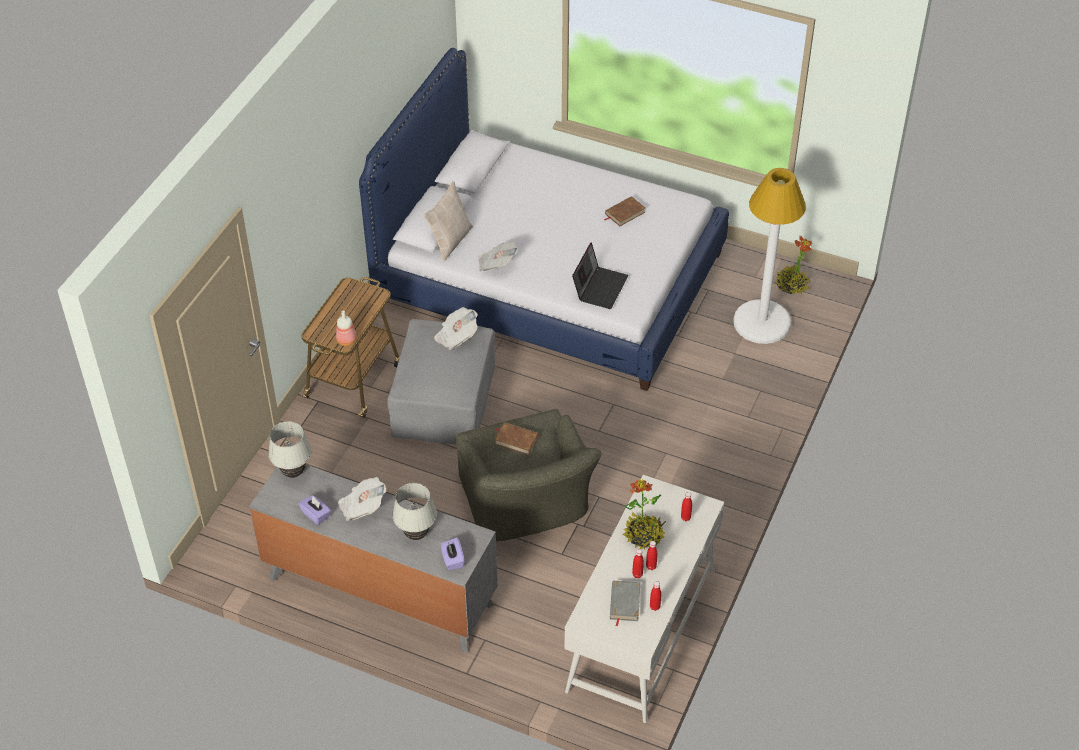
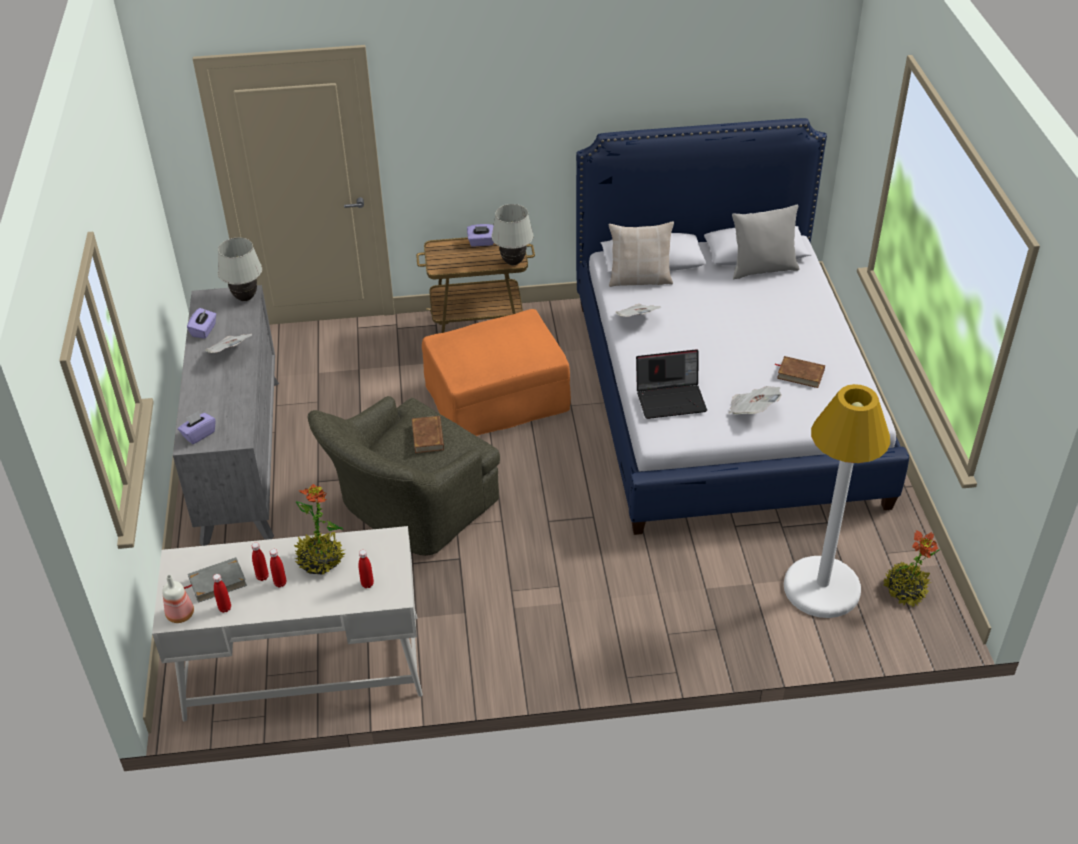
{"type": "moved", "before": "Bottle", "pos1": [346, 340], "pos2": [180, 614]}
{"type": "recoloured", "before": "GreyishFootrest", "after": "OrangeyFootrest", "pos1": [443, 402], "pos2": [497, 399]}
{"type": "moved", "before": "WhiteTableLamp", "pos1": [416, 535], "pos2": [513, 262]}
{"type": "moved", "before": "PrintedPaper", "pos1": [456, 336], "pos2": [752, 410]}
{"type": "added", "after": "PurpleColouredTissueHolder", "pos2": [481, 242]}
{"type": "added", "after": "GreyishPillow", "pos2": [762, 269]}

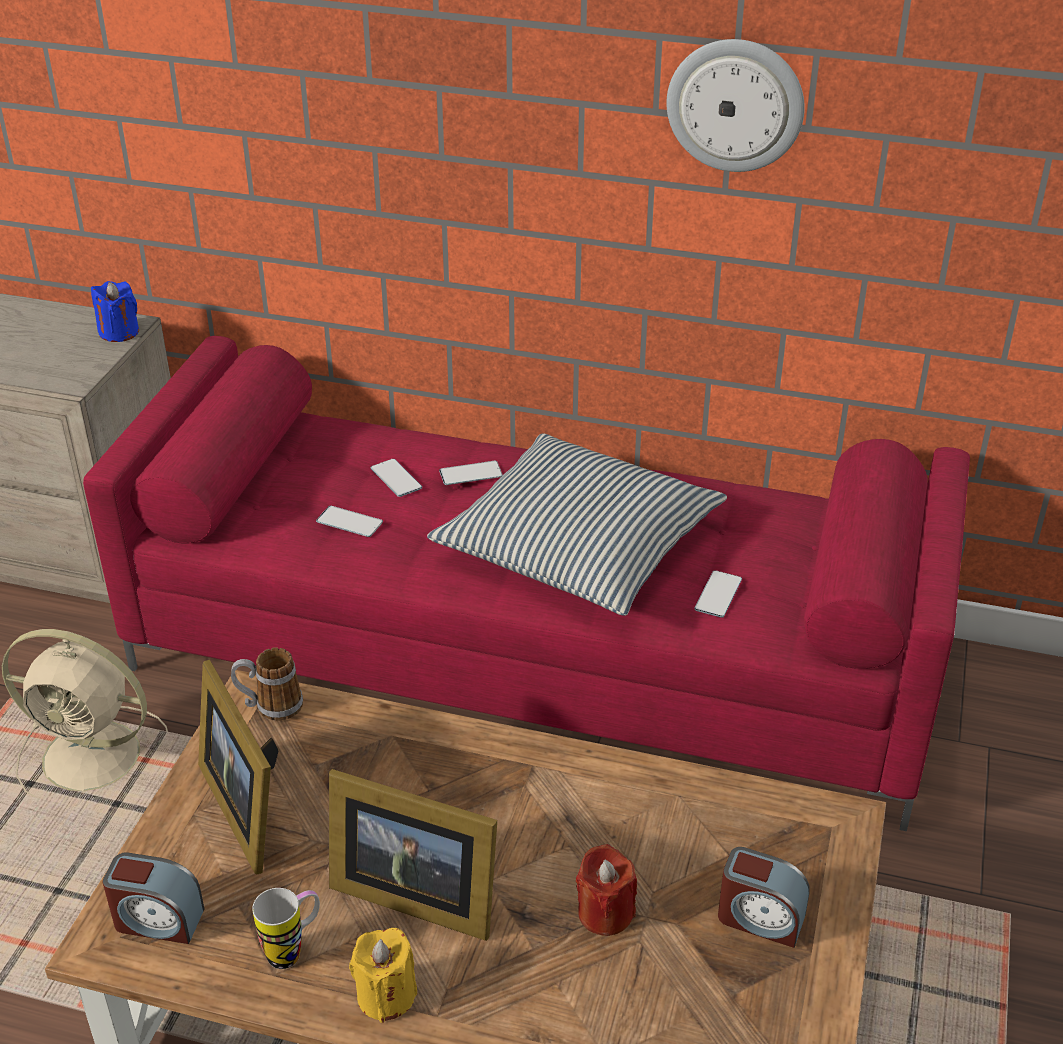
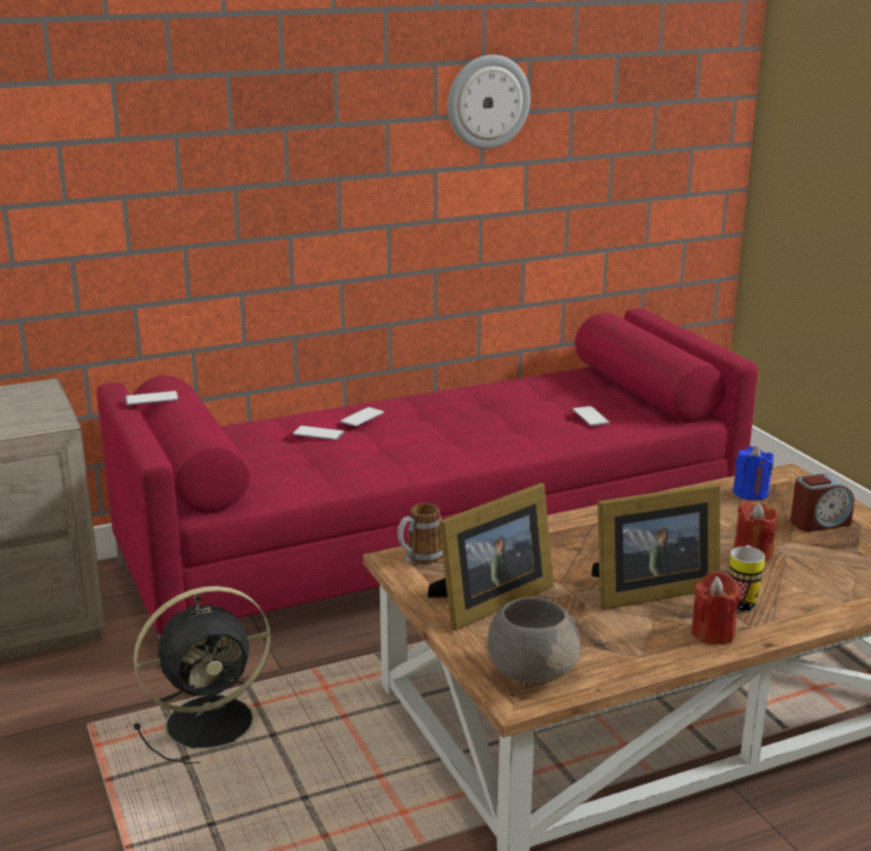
{"type": "recoloured", "before": "SandColouredElectricFan", "after": "BlackElectricFan", "pos1": [96, 757], "pos2": [214, 722]}
{"type": "moved", "before": "BlueWaxCandle", "pos1": [119, 332], "pos2": [750, 493]}
{"type": "replaced", "before": "AlarmClock", "after": "GreyishDeepDish", "pos1": [158, 920], "pos2": [531, 670]}
{"type": "turned", "before": "PictureFrame", "pos1": [248, 805], "pos2": [488, 602], "turn": -60}
{"type": "moved", "before": "TeaMug", "pos1": [293, 950], "pos2": [742, 601]}
{"type": "moved", "before": "Telephone", "pos1": [349, 522], "pos2": [151, 398]}
{"type": "recoloured", "before": "YellowishWaxCandle", "after": "RedWaxCandle", "pos1": [386, 995], "pos2": [713, 633]}
{"type": "removed", "before": "Pillow", "pos1": [578, 544]}

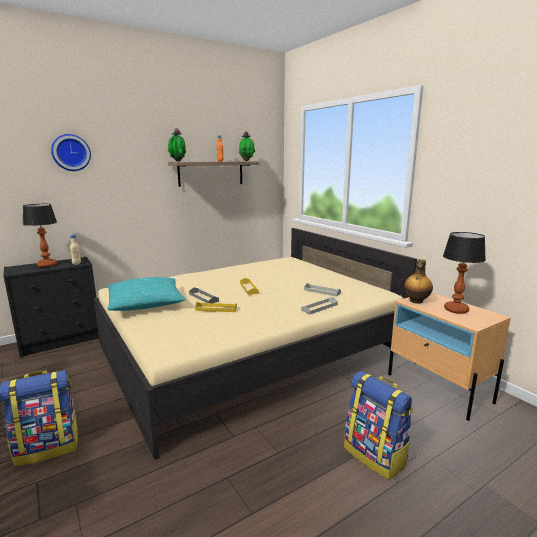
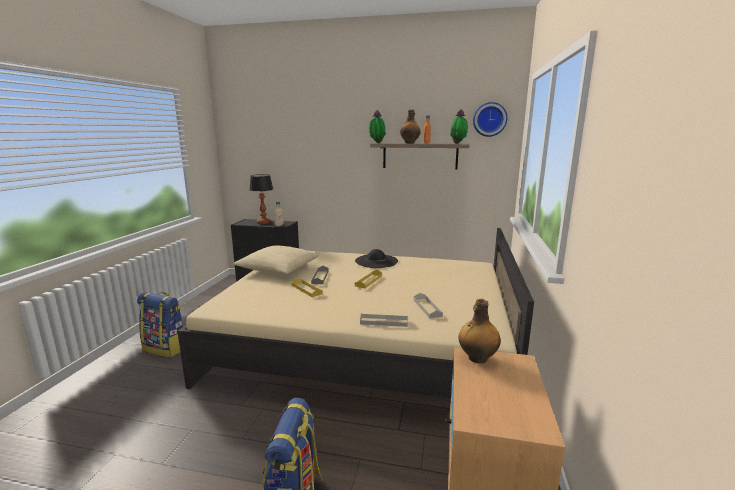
{"type": "moved", "before": "ClockOnTheWall", "pos1": [71, 152], "pos2": [489, 119]}
{"type": "recoloured", "before": "TurquoiseColouredPillow", "after": "SandColouredPillow", "pos1": [146, 304], "pos2": [279, 269]}
{"type": "removed", "before": "TableLamp", "pos1": [456, 310]}
{"type": "added", "after": "BlackWearableHat", "pos2": [376, 261]}
{"type": "added", "after": "Bottle", "pos2": [410, 143]}

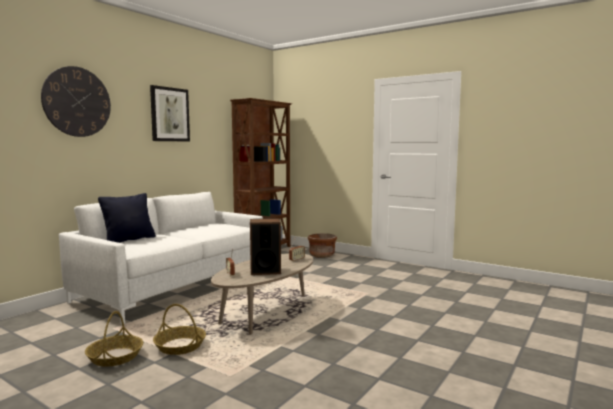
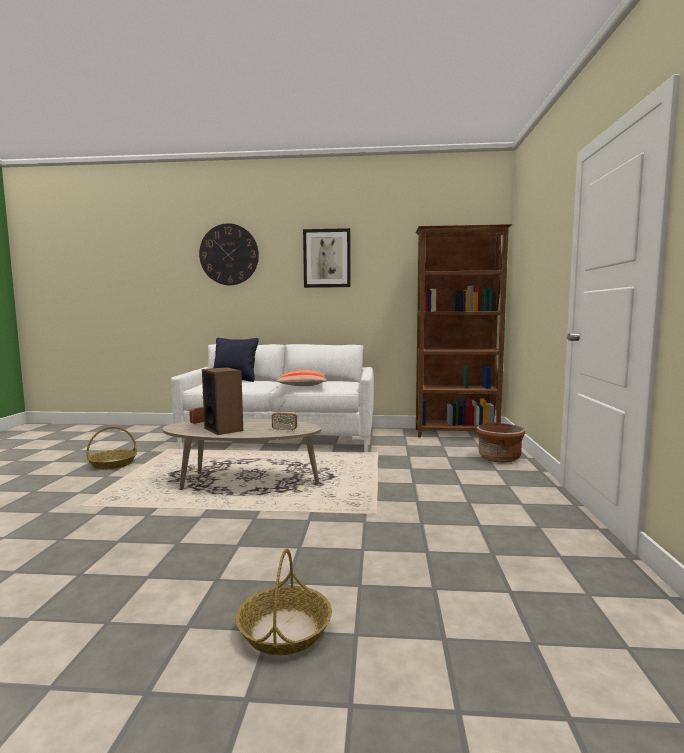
{"type": "moved", "before": "Basket", "pos1": [180, 346], "pos2": [285, 631]}
{"type": "added", "after": "Pillow", "pos2": [302, 385]}

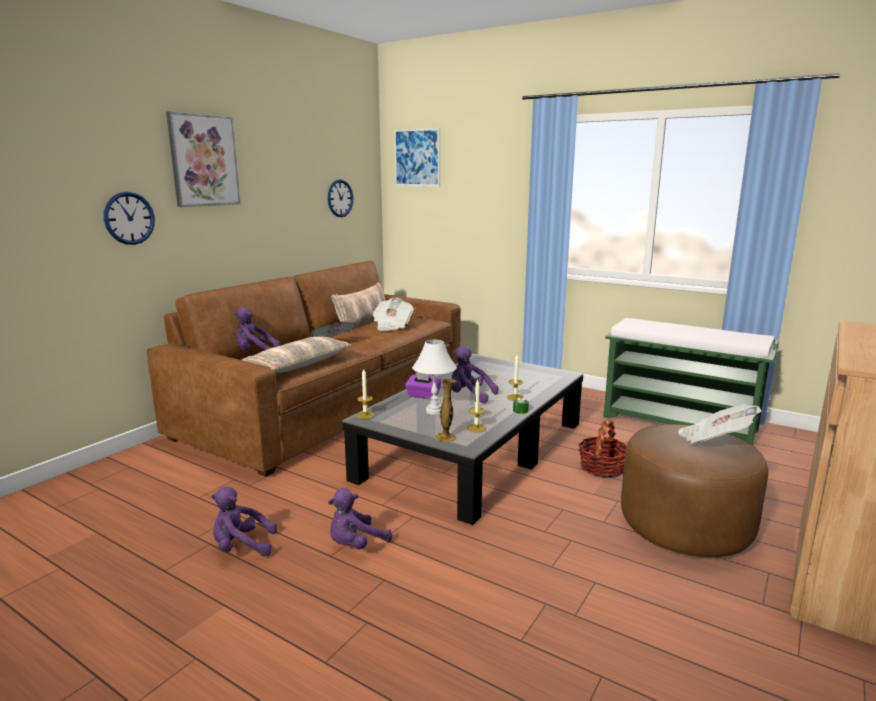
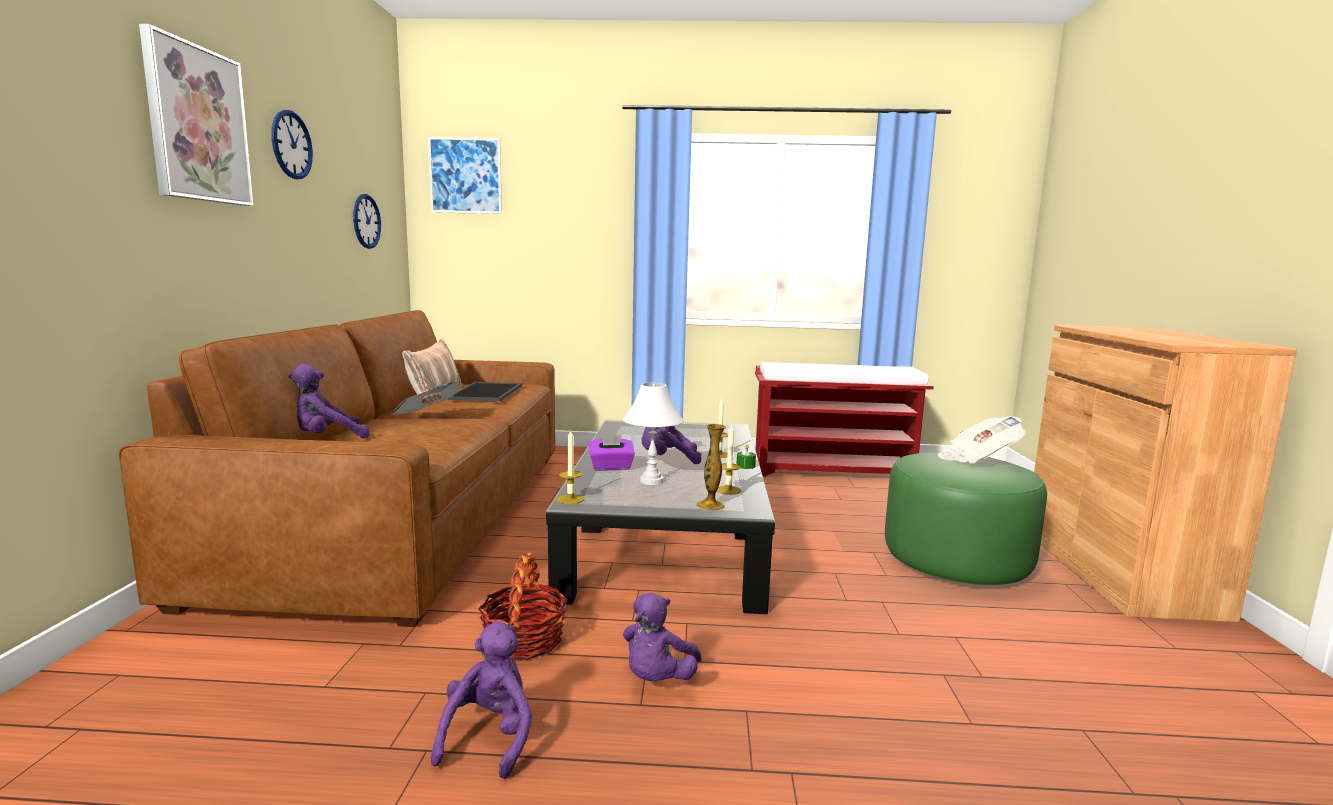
{"type": "moved", "before": "ClockOnTheWall", "pos1": [129, 218], "pos2": [291, 145]}
{"type": "turned", "before": "PurpleColouredCuddlyToy", "pos1": [241, 547], "pos2": [489, 737], "turn": 135}
{"type": "removed", "before": "Pillow", "pos1": [298, 364]}
{"type": "replaced", "before": "PrintedPaper", "after": "ServingTray", "pos1": [392, 326], "pos2": [488, 392]}
{"type": "moved", "before": "Basket", "pos1": [602, 468], "pos2": [524, 640]}
{"type": "recoloured", "before": "GreenishLongSeat", "after": "RedLongSeat", "pos1": [680, 423], "pos2": [833, 470]}
{"type": "recoloured", "before": "BrownColouredFootrest", "after": "GreenishFootrest", "pos1": [685, 526], "pos2": [956, 561]}

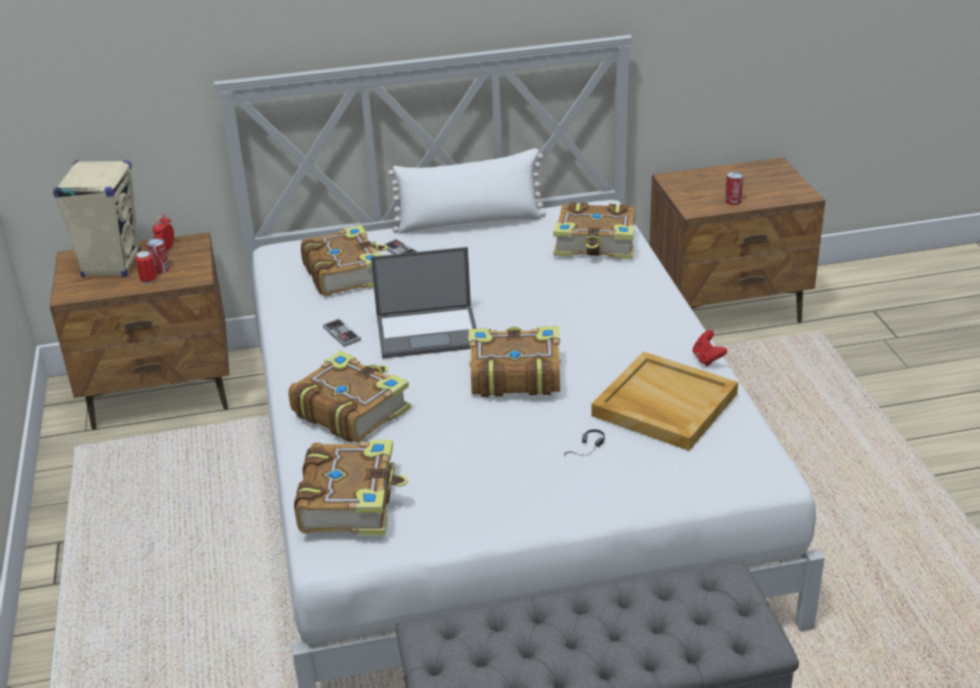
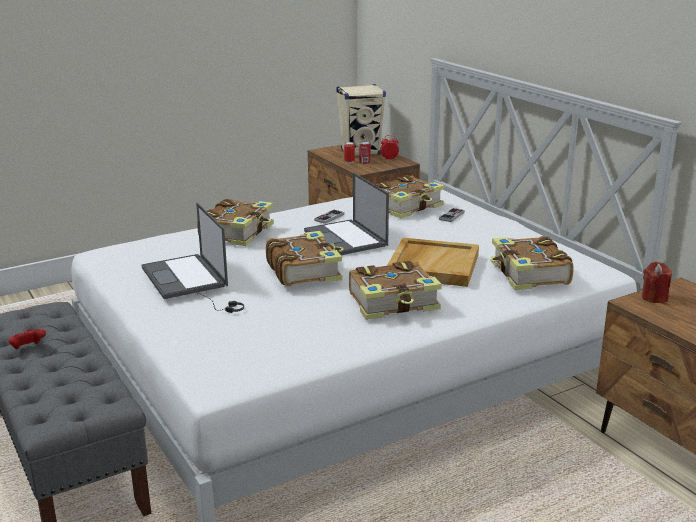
{"type": "moved", "before": "BoundBook", "pos1": [351, 501], "pos2": [394, 302]}
{"type": "removed", "before": "WhitePillow", "pos1": [469, 222]}
{"type": "moved", "before": "SandColouredServingTray", "pos1": [663, 405], "pos2": [432, 265]}
{"type": "moved", "before": "RedGameController", "pos1": [707, 359], "pos2": [28, 348]}
{"type": "removed", "before": "SealedCan", "pos1": [733, 201]}
{"type": "added", "after": "PortableComputer", "pos2": [185, 277]}
{"type": "added", "after": "RedWaxCandle", "pos2": [654, 297]}

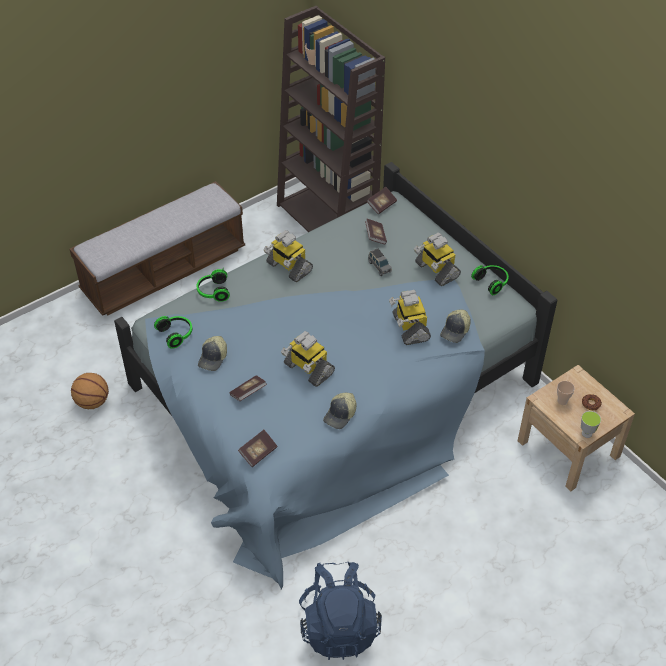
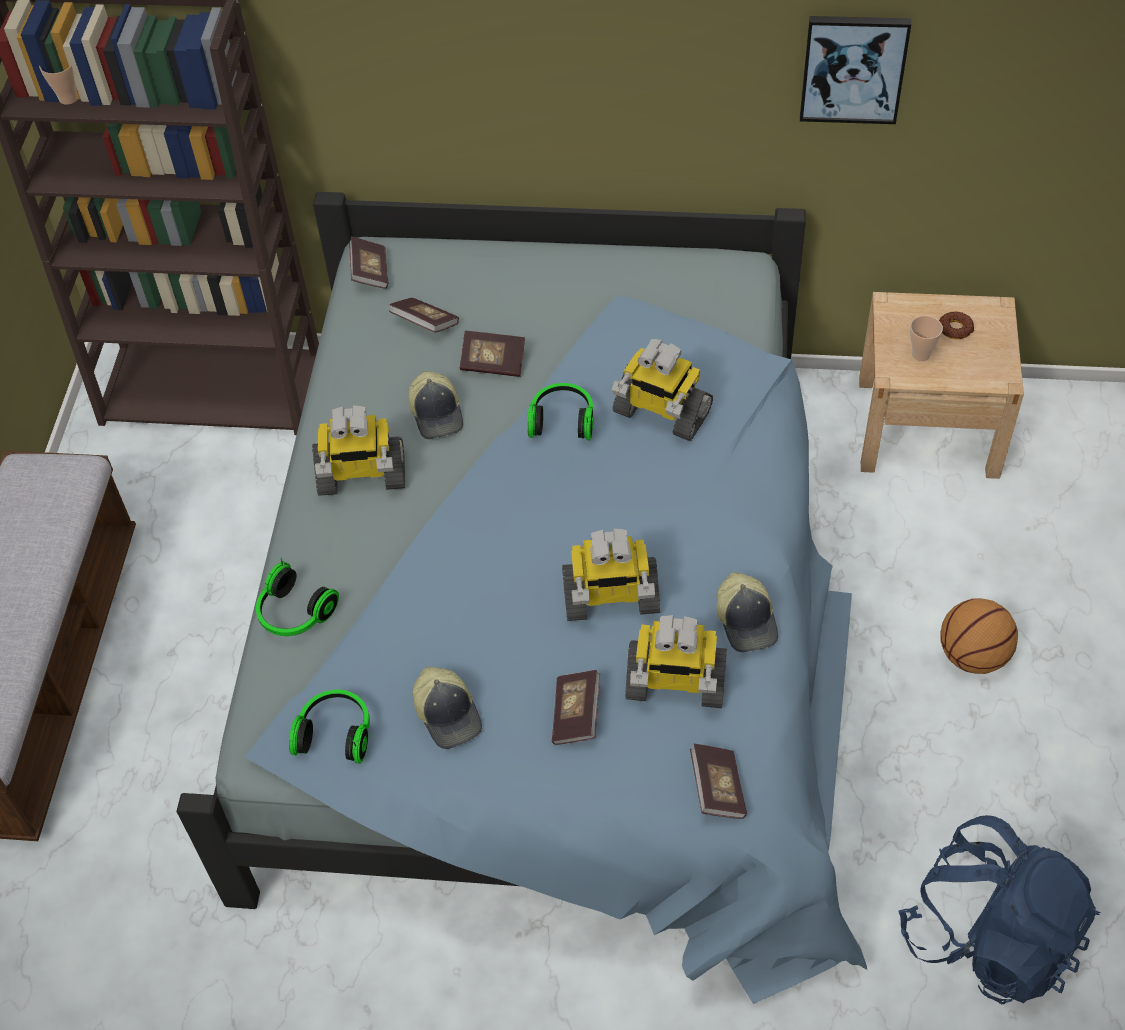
{"type": "moved", "before": "Basketball", "pos1": [93, 402], "pos2": [972, 655]}
{"type": "replaced", "before": "GreyishToyCar", "after": "BoundBook", "pos1": [379, 267], "pos2": [493, 363]}
{"type": "moved", "before": "ToyRobot", "pos1": [436, 270], "pos2": [675, 683]}
{"type": "moved", "before": "BaseballCap", "pos1": [455, 331], "pos2": [437, 414]}
{"type": "moved", "before": "PairOfHeadphones", "pos1": [491, 282], "pos2": [562, 420]}
{"type": "removed", "before": "DrinkingCup", "pos1": [586, 433]}
{"type": "added", "after": "WallArt", "pos2": [853, 68]}

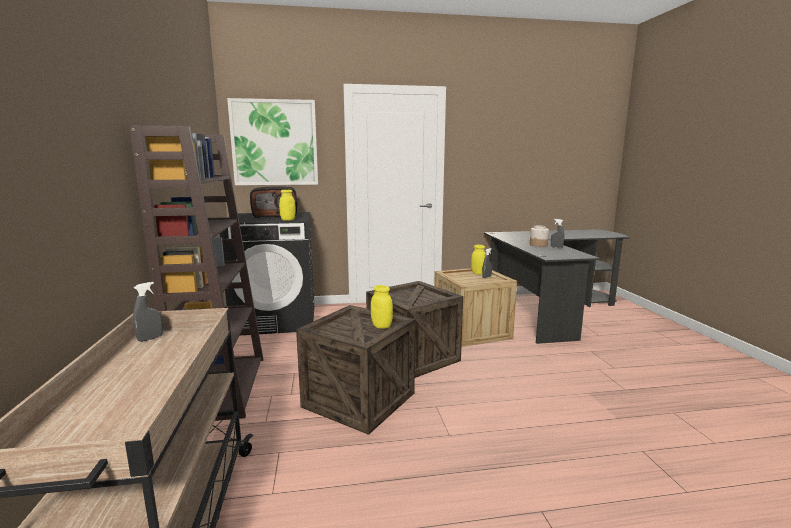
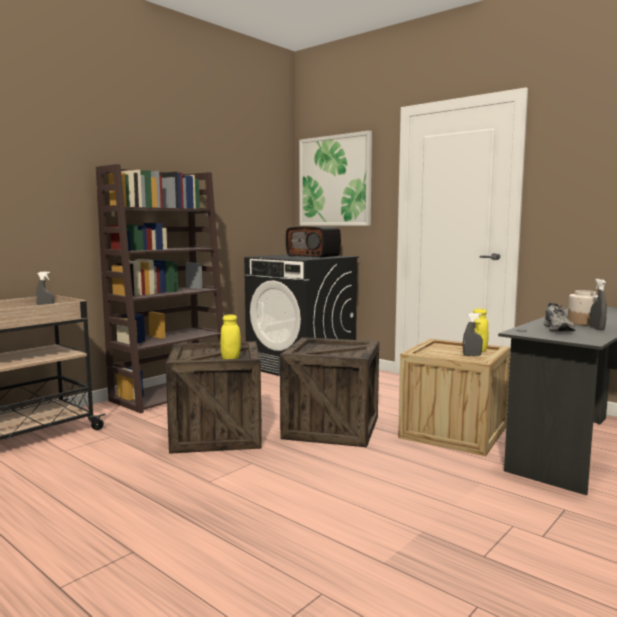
{"type": "removed", "before": "YellowishJar", "pos1": [288, 220]}
{"type": "added", "after": "GreyishItemOfFootwear", "pos2": [559, 329]}

